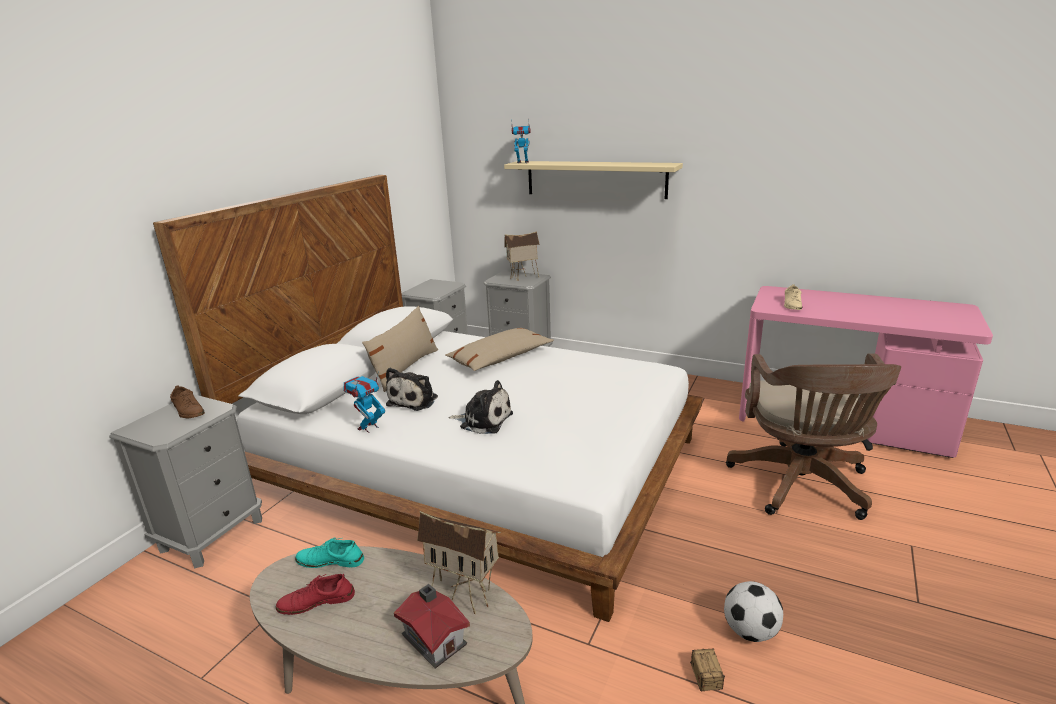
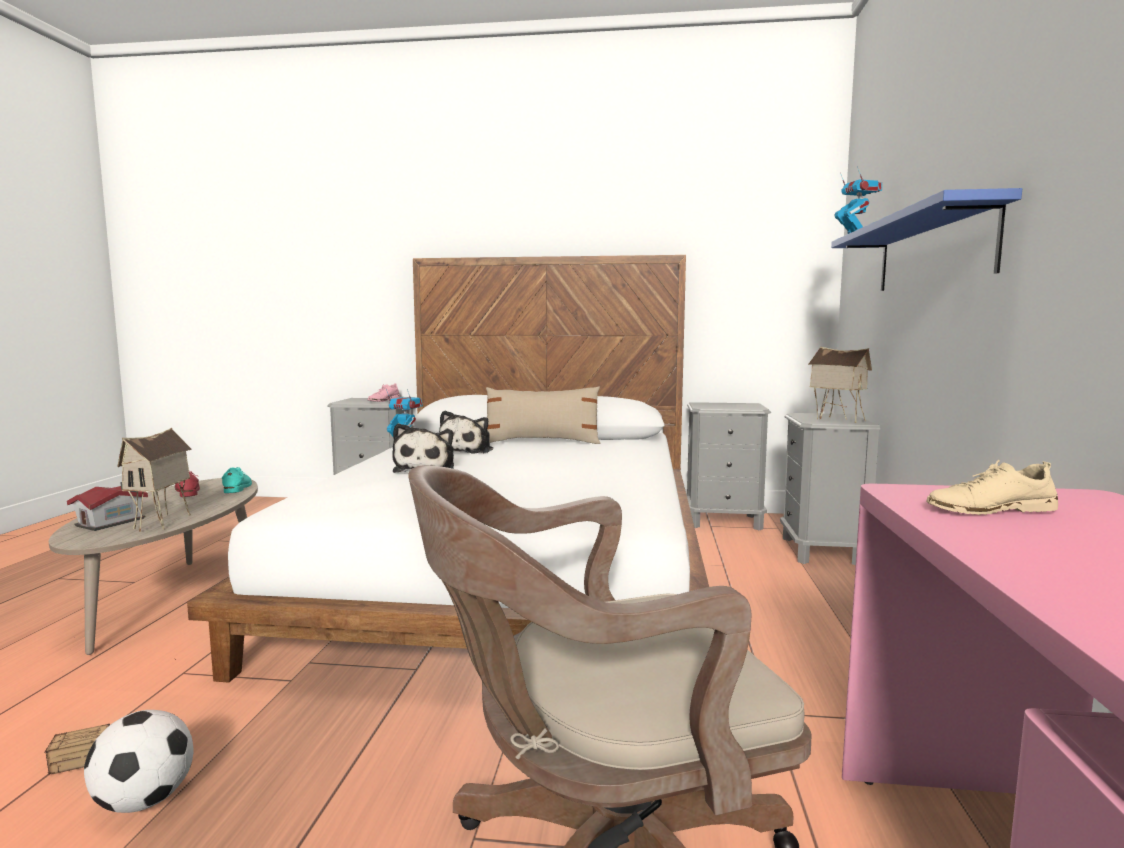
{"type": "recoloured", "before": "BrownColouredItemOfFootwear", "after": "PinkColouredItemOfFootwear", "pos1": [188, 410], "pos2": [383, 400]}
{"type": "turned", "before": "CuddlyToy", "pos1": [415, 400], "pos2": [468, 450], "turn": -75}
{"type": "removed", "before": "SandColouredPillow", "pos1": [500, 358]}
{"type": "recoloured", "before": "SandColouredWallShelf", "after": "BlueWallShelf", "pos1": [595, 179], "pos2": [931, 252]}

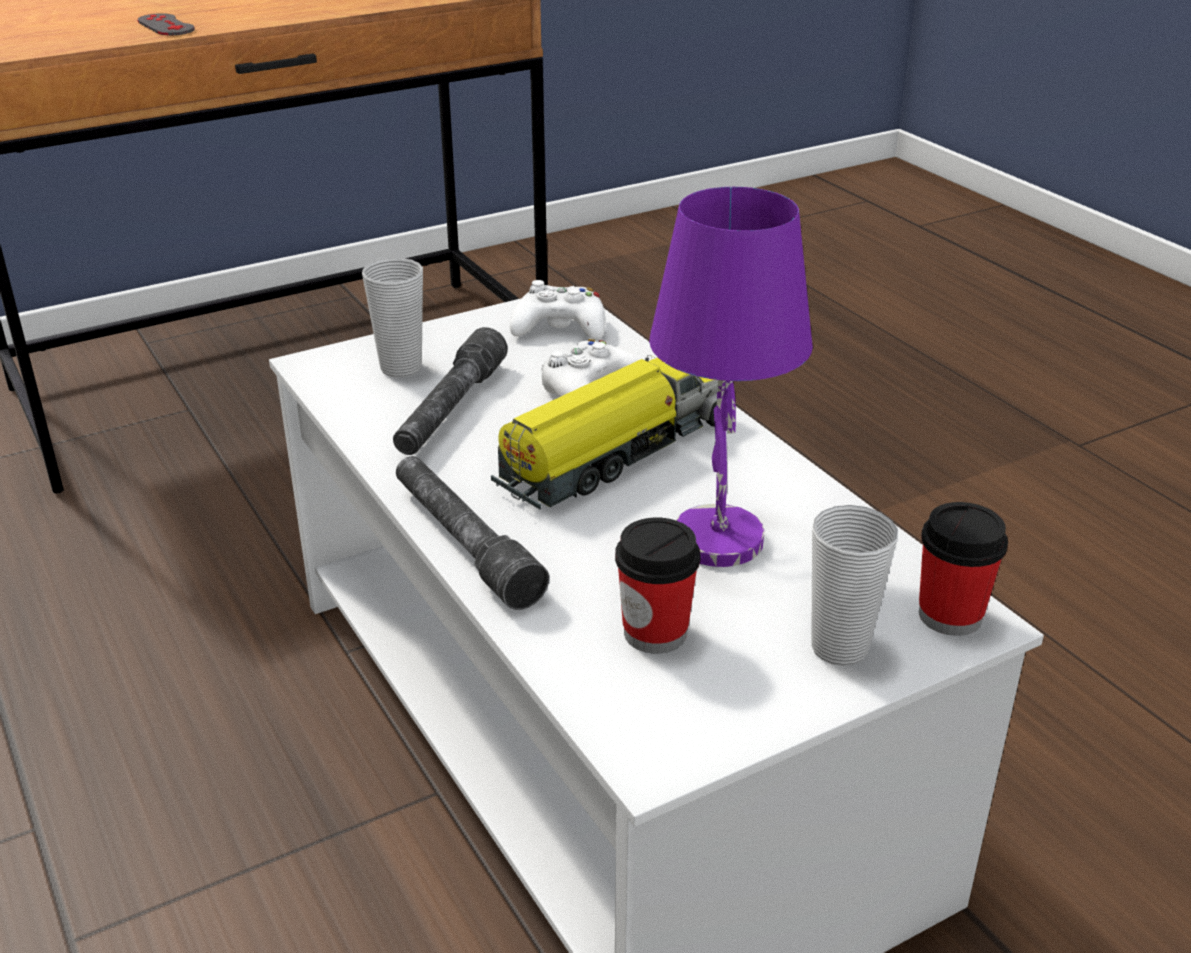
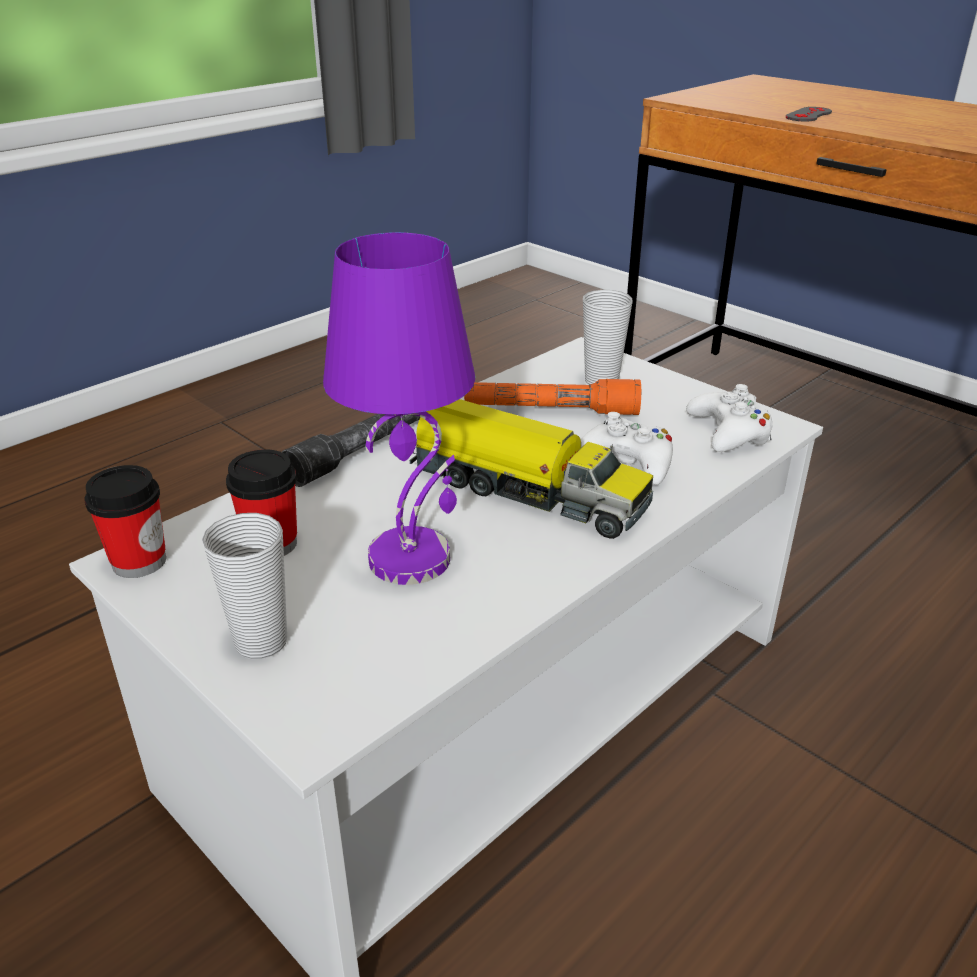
{"type": "recoloured", "before": "GreyishHandTorch", "after": "OrangeyHandTorch", "pos1": [450, 410], "pos2": [551, 410]}
{"type": "moved", "before": "DrinkingCup", "pos1": [950, 616], "pos2": [139, 562]}

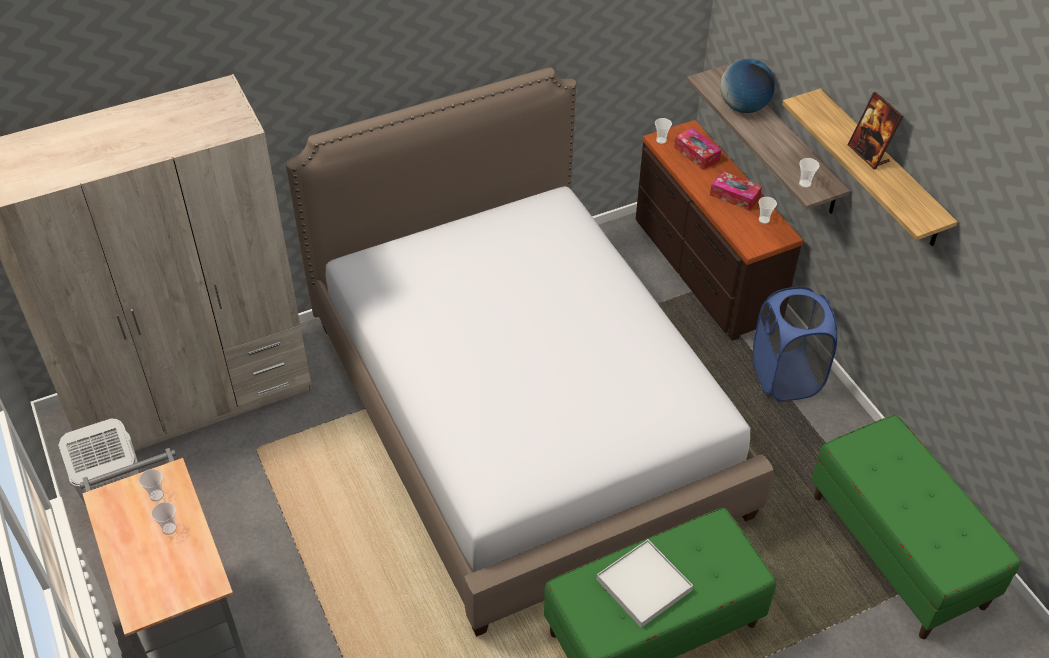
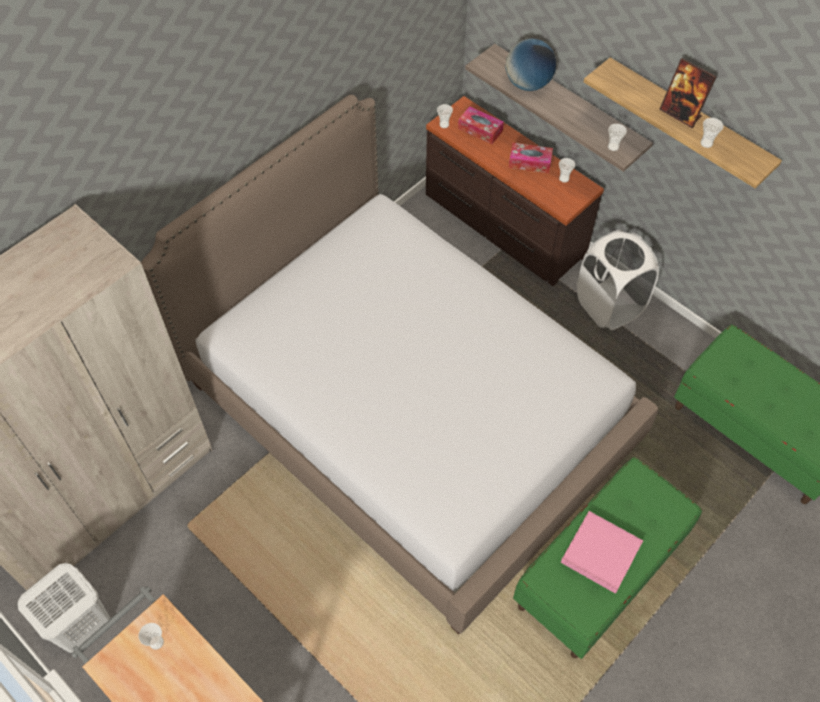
{"type": "moved", "before": "DrinkingCup", "pos1": [169, 528], "pos2": [706, 143]}
{"type": "recoloured", "before": "WhiteServingTray", "after": "PinkColouredServingTray", "pos1": [644, 585], "pos2": [601, 553]}
{"type": "recoloured", "before": "BlueHamper", "after": "WhiteHamper", "pos1": [785, 377], "pos2": [609, 306]}

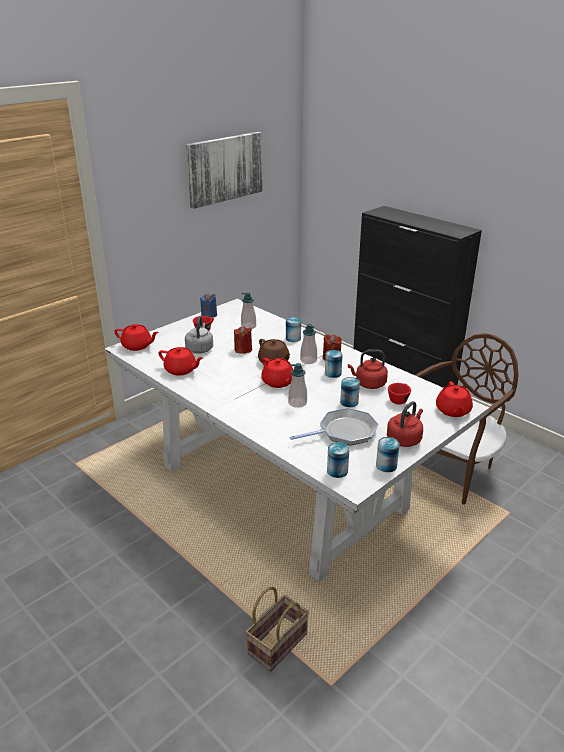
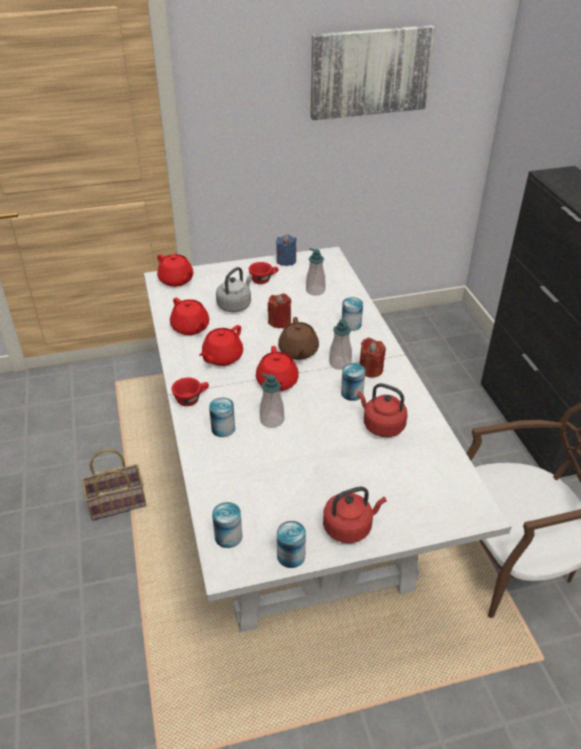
{"type": "moved", "before": "Basket", "pos1": [277, 642], "pos2": [118, 502]}
{"type": "removed", "before": "Skillet", "pos1": [344, 432]}
{"type": "moved", "before": "SealedCan", "pos1": [349, 402], "pos2": [223, 428]}
{"type": "moved", "before": "RedDrinkingCup", "pos1": [399, 399], "pos2": [191, 399]}
{"type": "moved", "before": "RedTeaPot", "pos1": [453, 411], "pos2": [222, 357]}

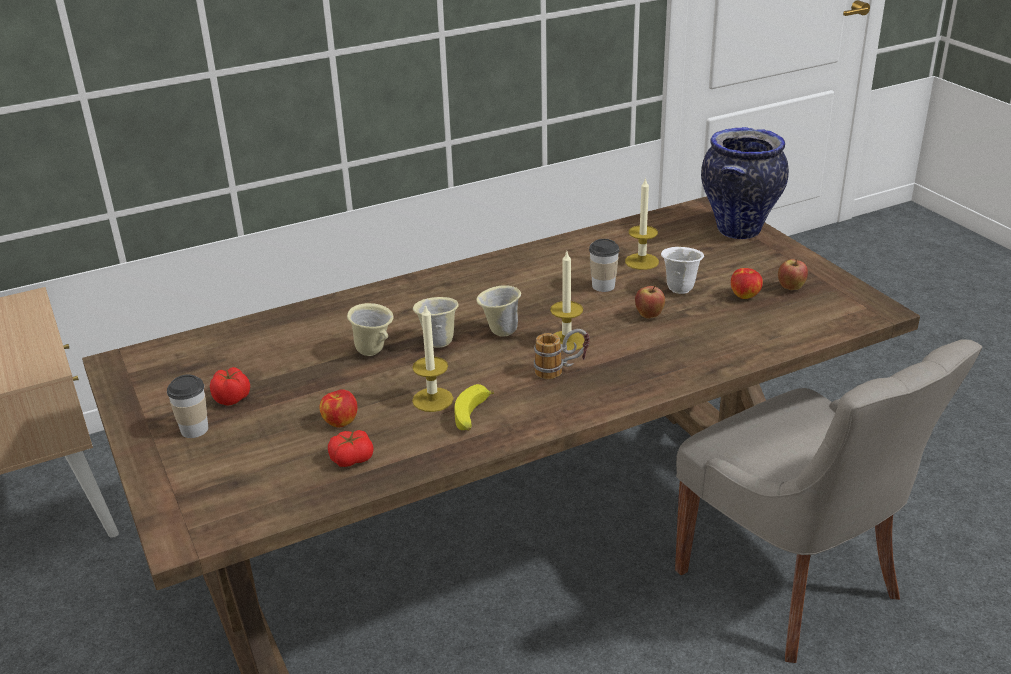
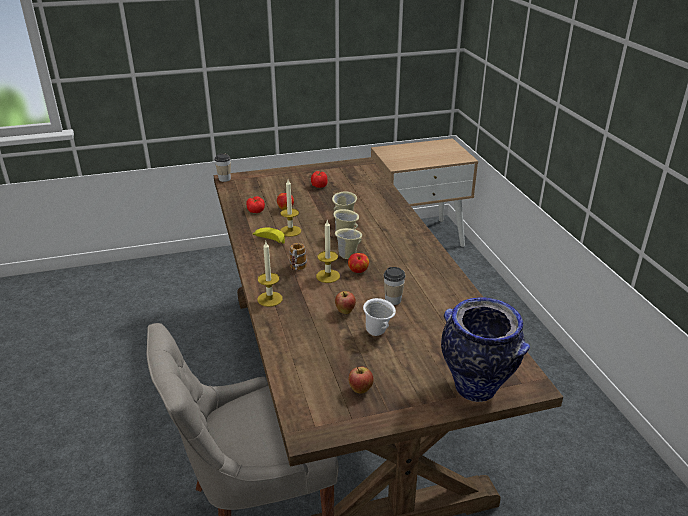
{"type": "moved", "before": "DrinkingCup", "pos1": [194, 429], "pos2": [224, 179]}
{"type": "moved", "before": "WaxCandle", "pos1": [641, 261], "pos2": [270, 299]}
{"type": "moved", "before": "WholeApple", "pos1": [745, 295], "pos2": [358, 271]}

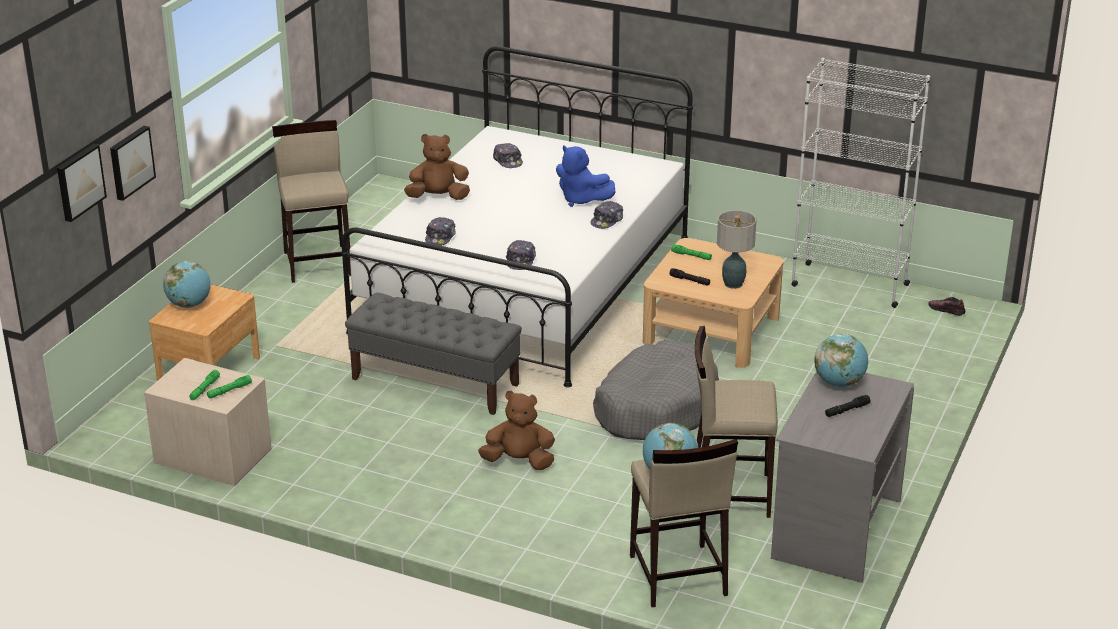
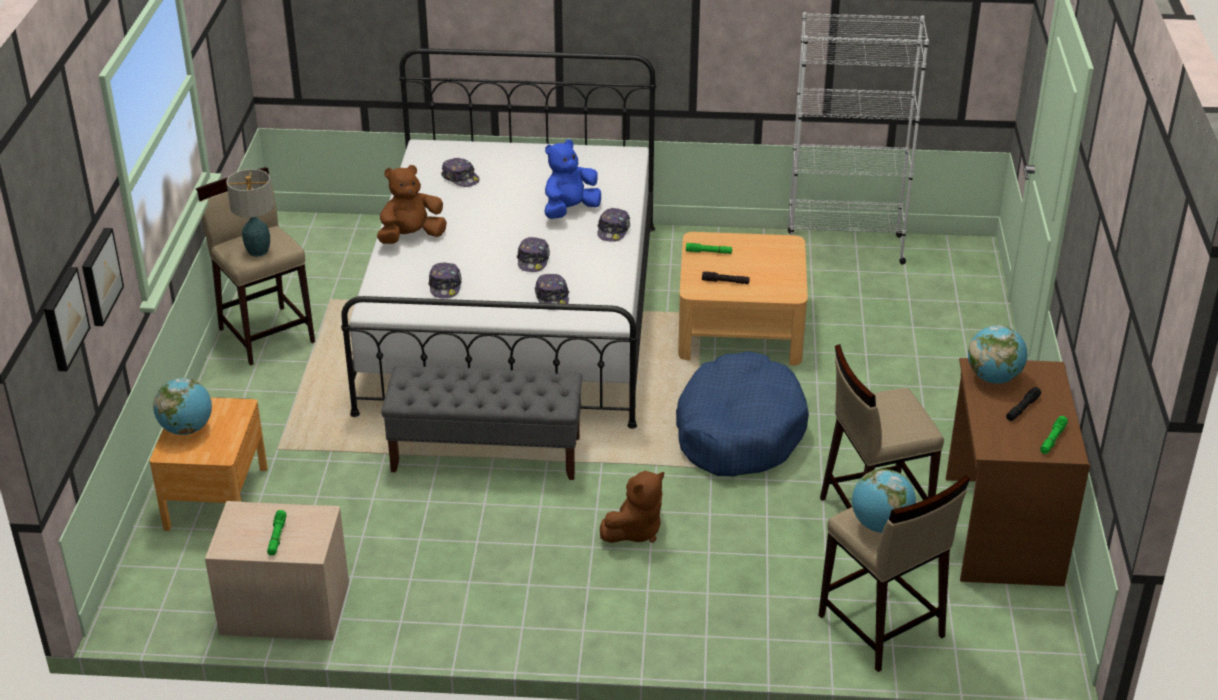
{"type": "moved", "before": "GreenishHandTorch", "pos1": [229, 391], "pos2": [1052, 439]}
{"type": "turned", "before": "BrownColouredCuddlyToy", "pos1": [519, 461], "pos2": [635, 530], "turn": 150}
{"type": "turned", "before": "BlueCuddlyToy", "pos1": [581, 199], "pos2": [570, 210], "turn": 120}
{"type": "recoloured", "before": "GreyishPetBed", "after": "BluePetBed", "pos1": [656, 407], "pos2": [738, 431]}
{"type": "moved", "before": "TableLamp", "pos1": [733, 284], "pos2": [257, 251]}
{"type": "recoloured", "before": "GreyishDesk", "after": "BrownColouredDesk", "pos1": [835, 528], "pos2": [1000, 530]}
{"type": "removed", "before": "ItemOfFootwear", "pos1": [946, 310]}
{"type": "added", "after": "BaseballCap", "pos2": [533, 260]}

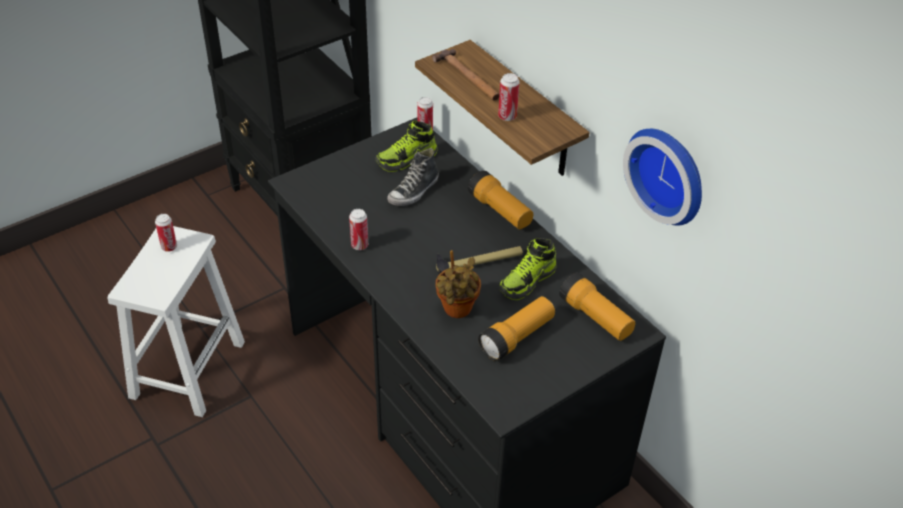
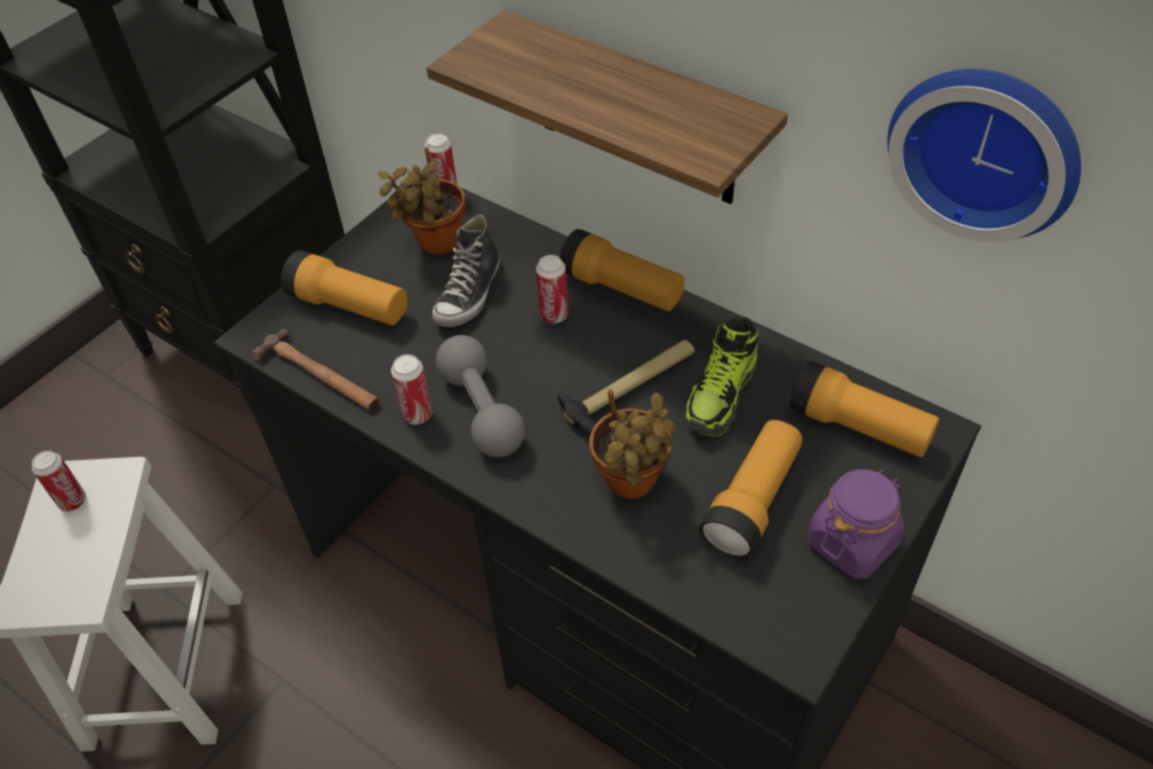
{"type": "replaced", "before": "ItemOfFootwear", "after": "PottedPlant", "pos1": [407, 159], "pos2": [435, 244]}
{"type": "moved", "before": "HandHammer", "pos1": [468, 78], "pos2": [319, 376]}
{"type": "moved", "before": "SealedCan", "pos1": [507, 116], "pos2": [554, 315]}
{"type": "added", "after": "HandTorch", "pos2": [349, 306]}
{"type": "added", "after": "GreyishFreeWeight", "pos2": [481, 410]}
{"type": "added", "after": "PurpleColouredJar", "pos2": [852, 542]}

